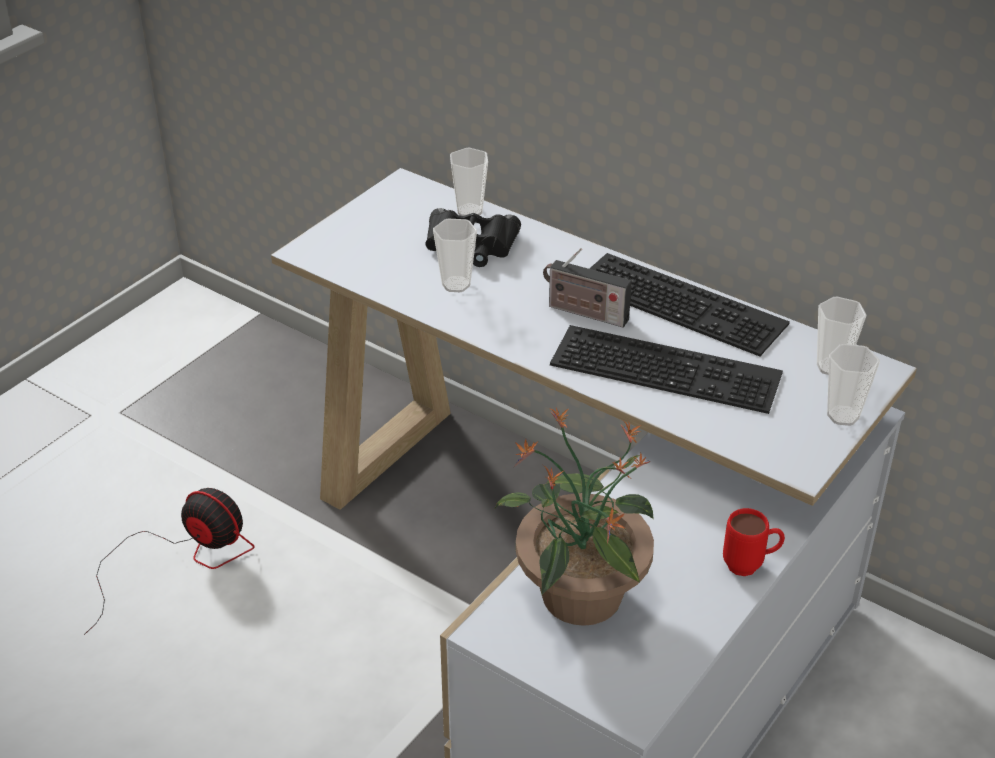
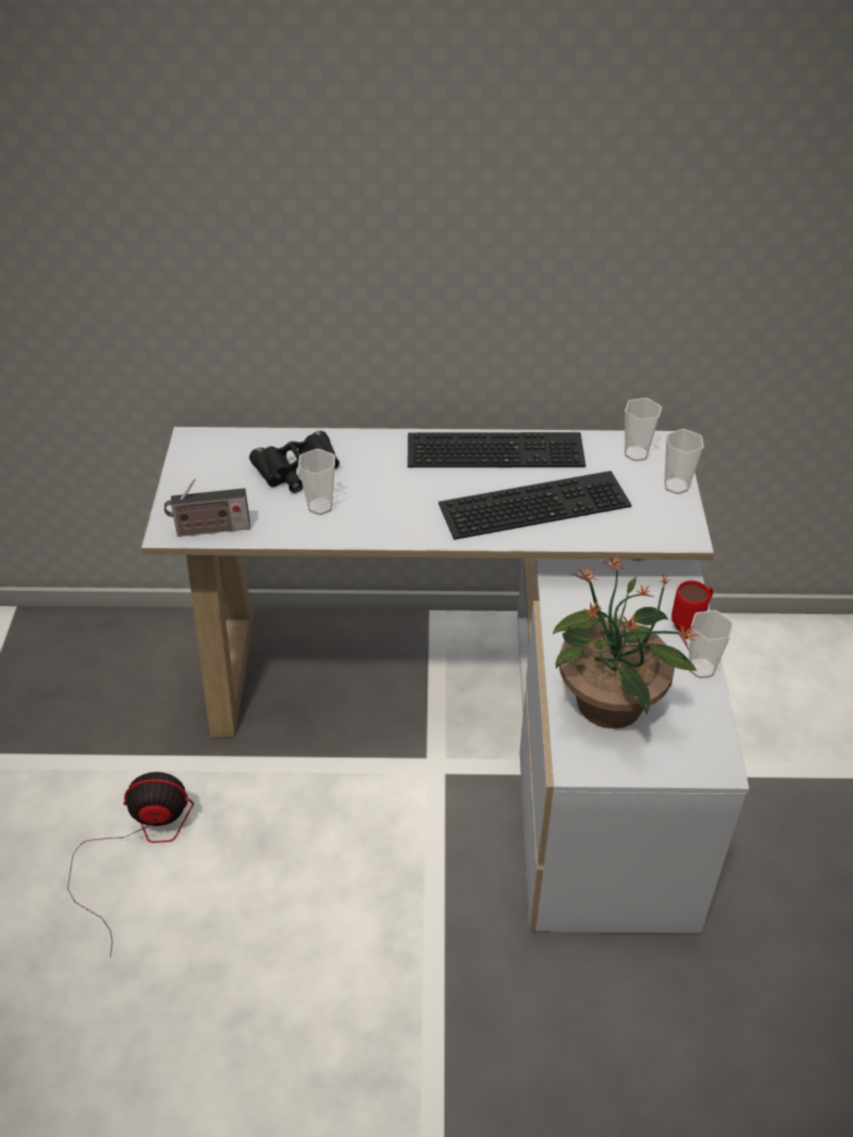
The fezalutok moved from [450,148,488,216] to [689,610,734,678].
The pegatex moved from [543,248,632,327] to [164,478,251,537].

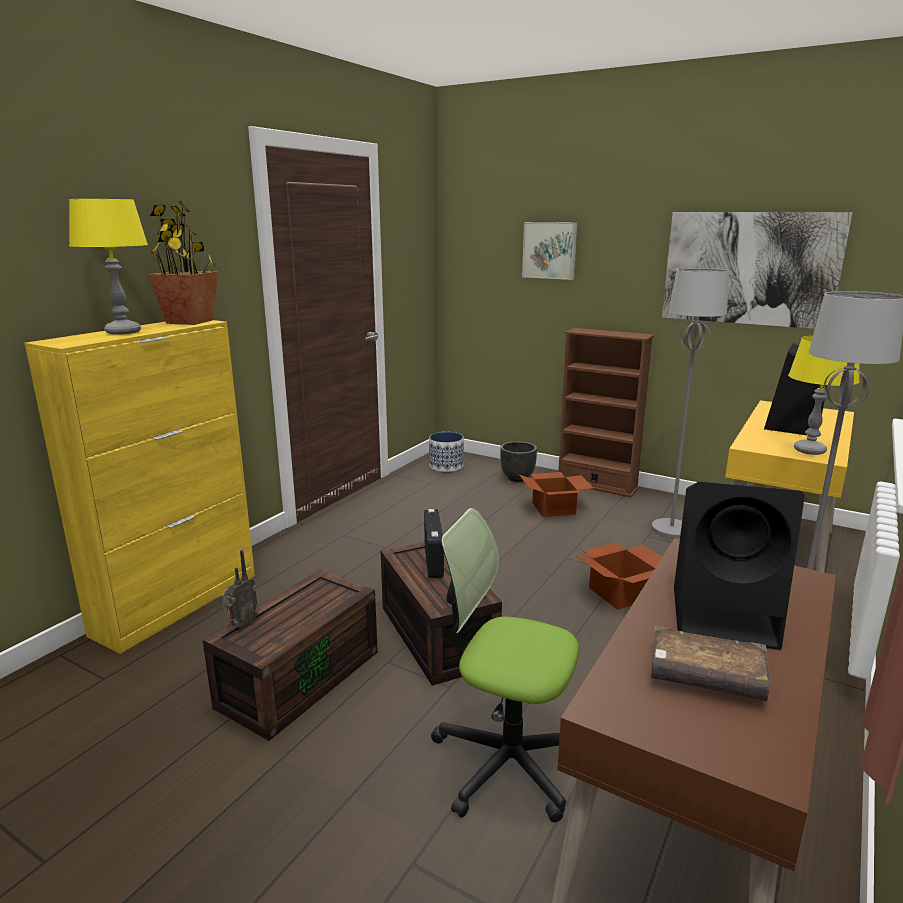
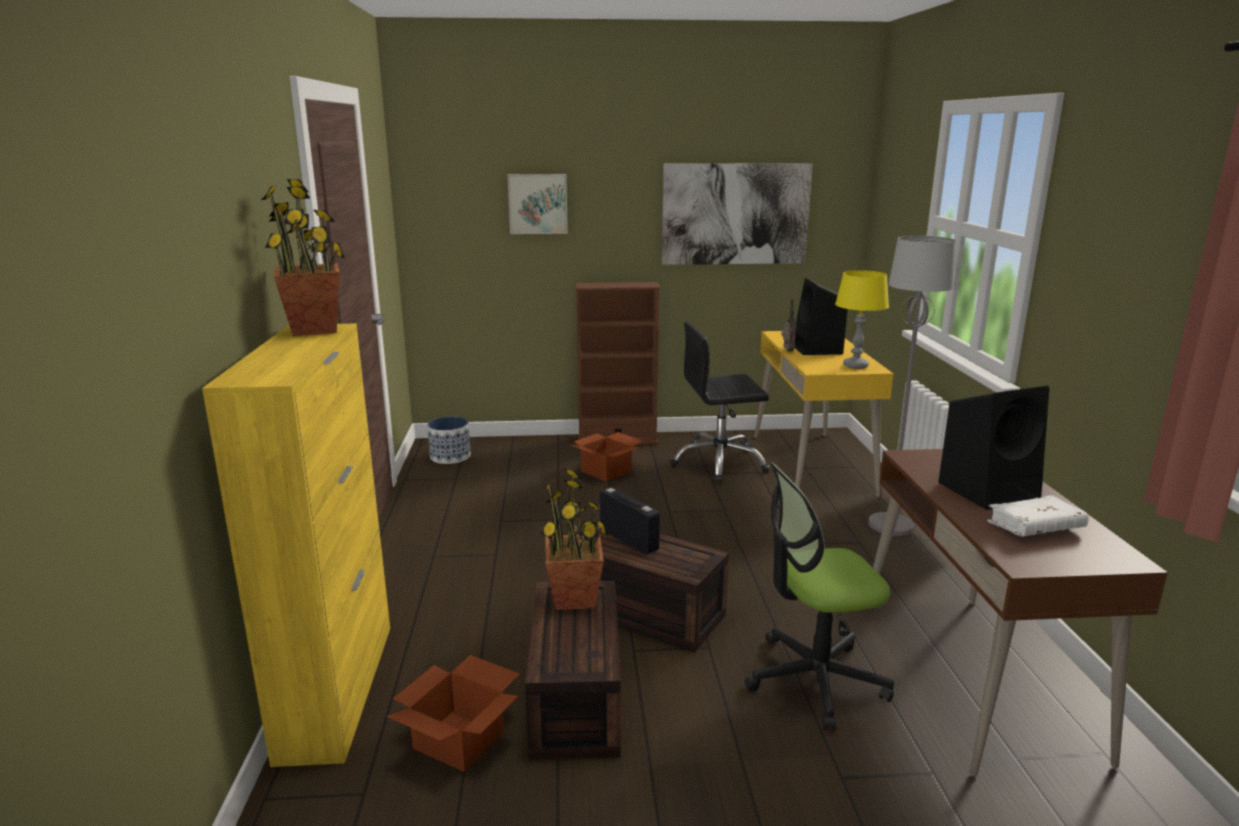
The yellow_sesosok at [69,199,148,335] disappeared.
The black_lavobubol at [500,441,537,482] disappeared.
The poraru at [540,468,608,610] appeared.
The pegatex moved from [222,550,258,628] to [781,299,796,352].
The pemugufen moved from [577,542,662,610] to [386,655,520,772].
The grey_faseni at [652,268,729,539] was replaced by the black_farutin at [670,322,770,483].
The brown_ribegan at [650,626,771,701] became the white_ribegan at [987,495,1089,537].

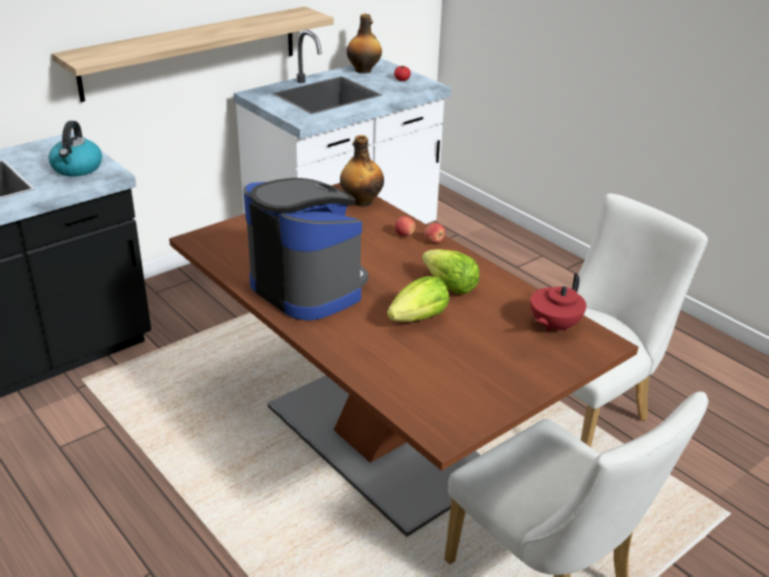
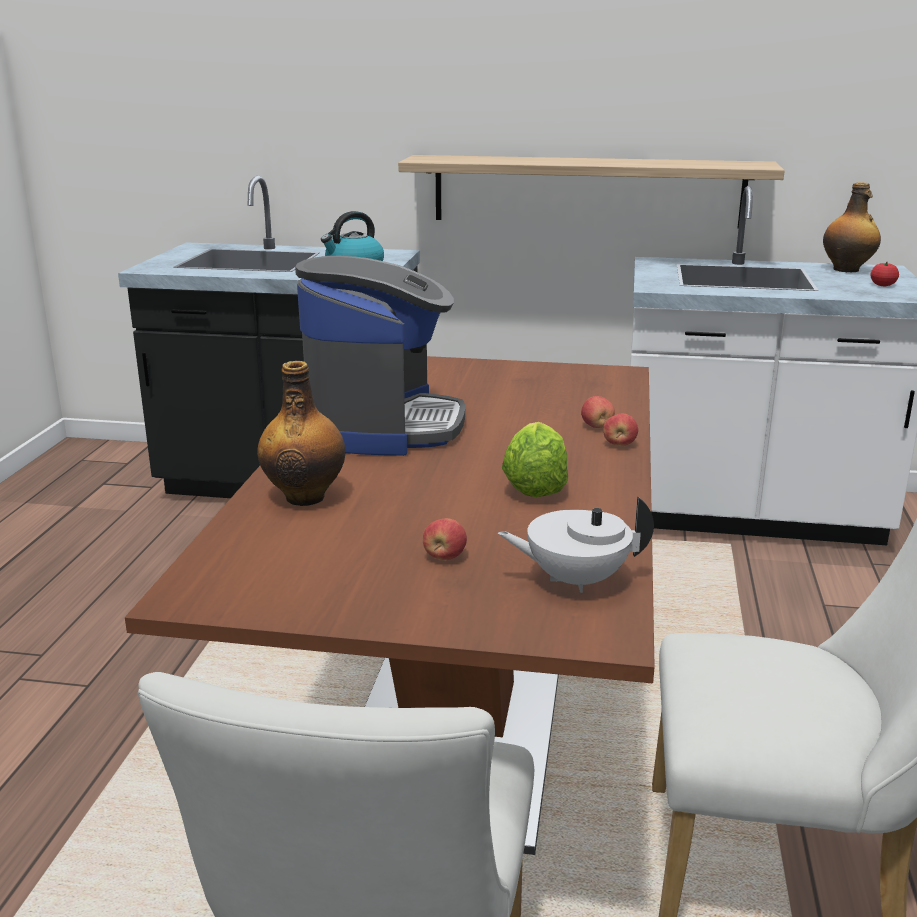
The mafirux at [387,276,449,322] disappeared.
The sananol at [423,518,467,560] appeared.
The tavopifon moved from [340,135,384,206] to [257,361,345,506].
The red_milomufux at [530,273,586,332] became the white_milomufux at [498,496,654,593].

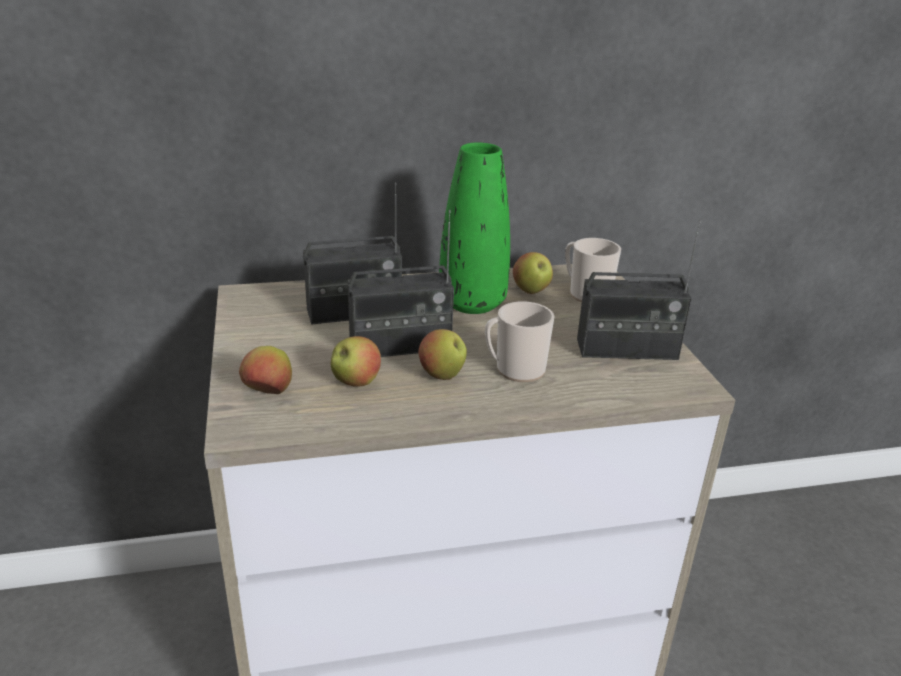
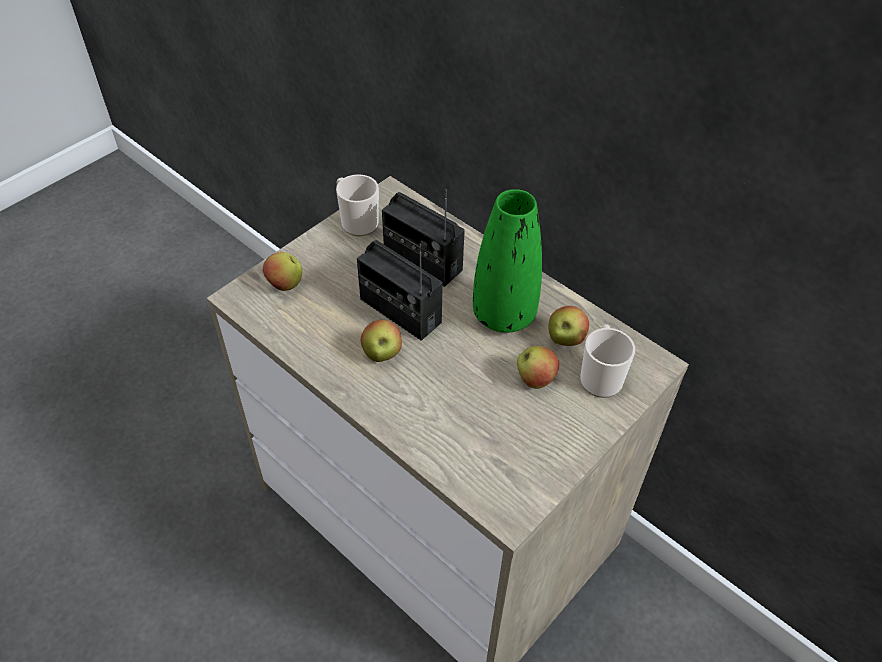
The pegatex at [577,220,701,360] disappeared.
The sananol moved from [331,336,381,387] to [517,346,559,389].
The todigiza moved from [485,301,554,382] to [336,174,379,237].

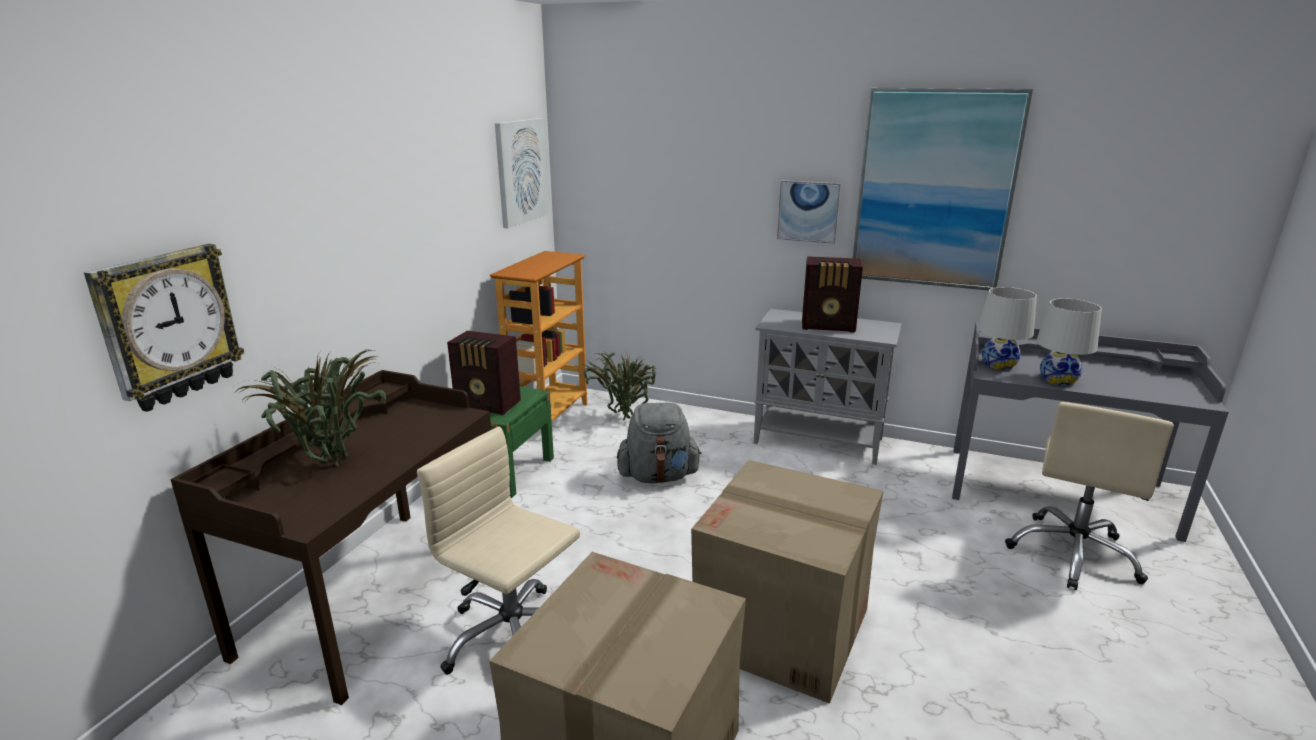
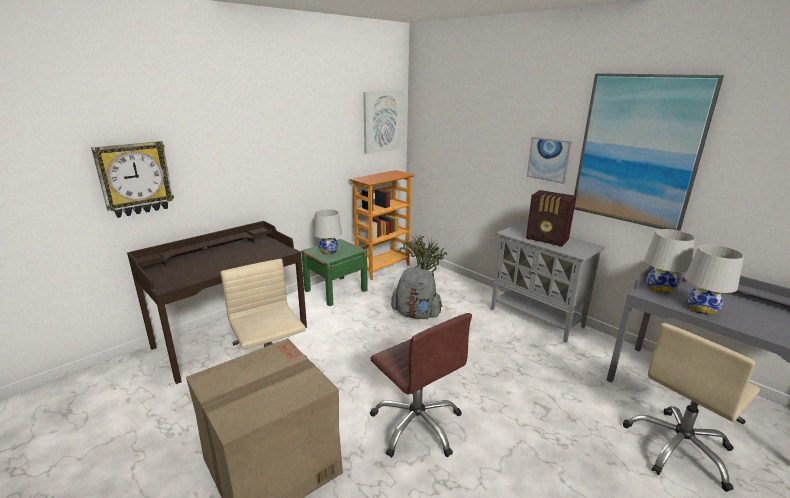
The poraru at [236,349,386,467] disappeared.
The pegatex at [447,331,521,415] was replaced by the white_sesosok at [314,209,342,255].
The pemugufen at [691,460,883,704] was replaced by the brown_farutin at [370,313,472,458].

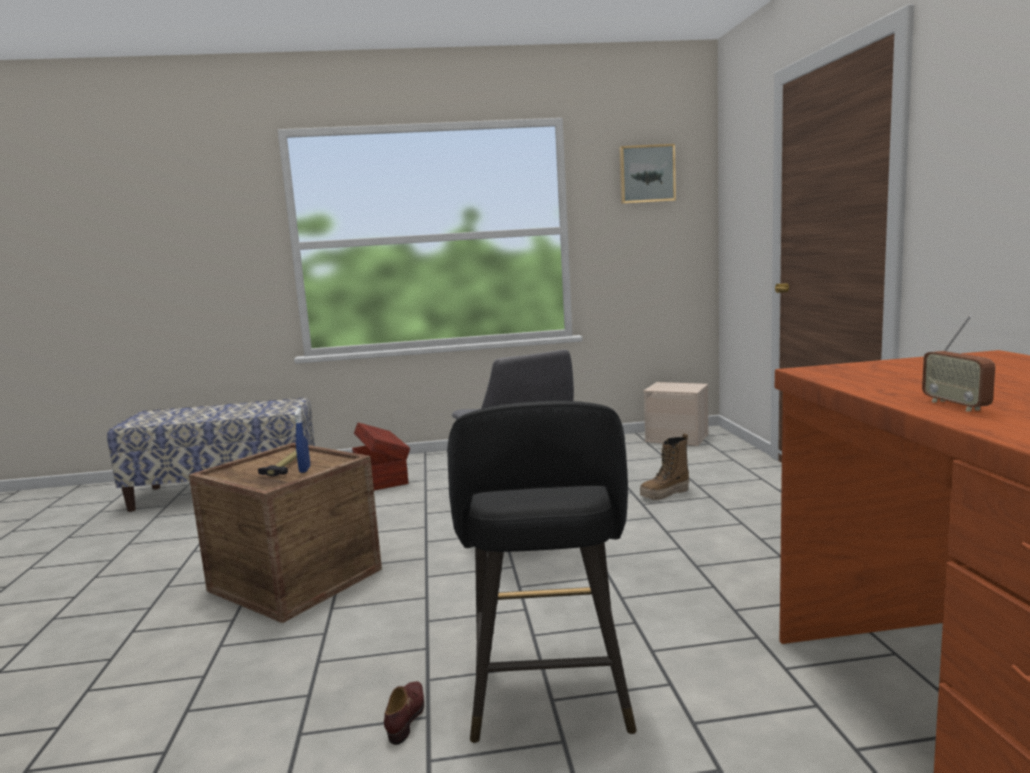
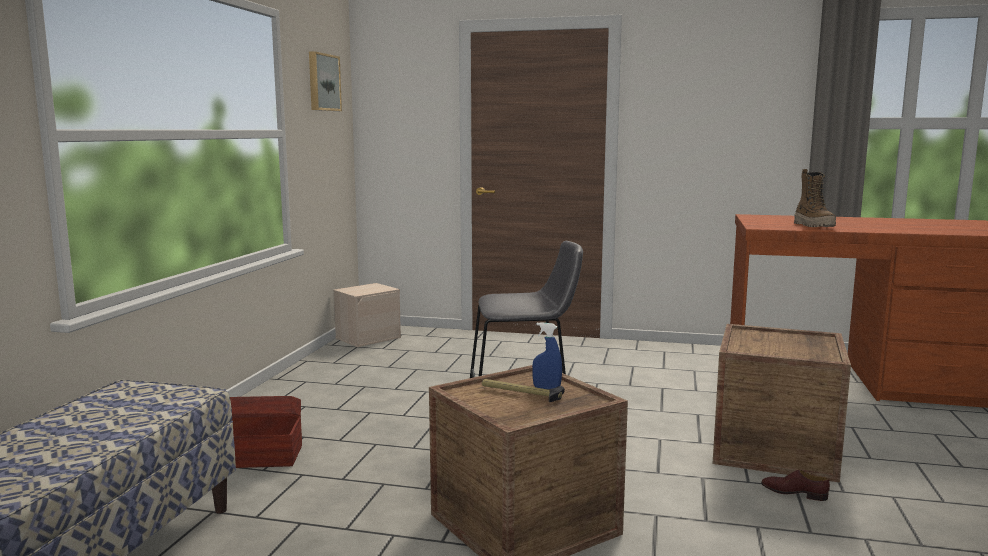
The pegatex at [922,315,995,412] disappeared.
The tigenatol moved from [640,434,689,500] to [794,169,836,227].
The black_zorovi at [447,401,637,743] was replaced by the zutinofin at [712,324,851,483].

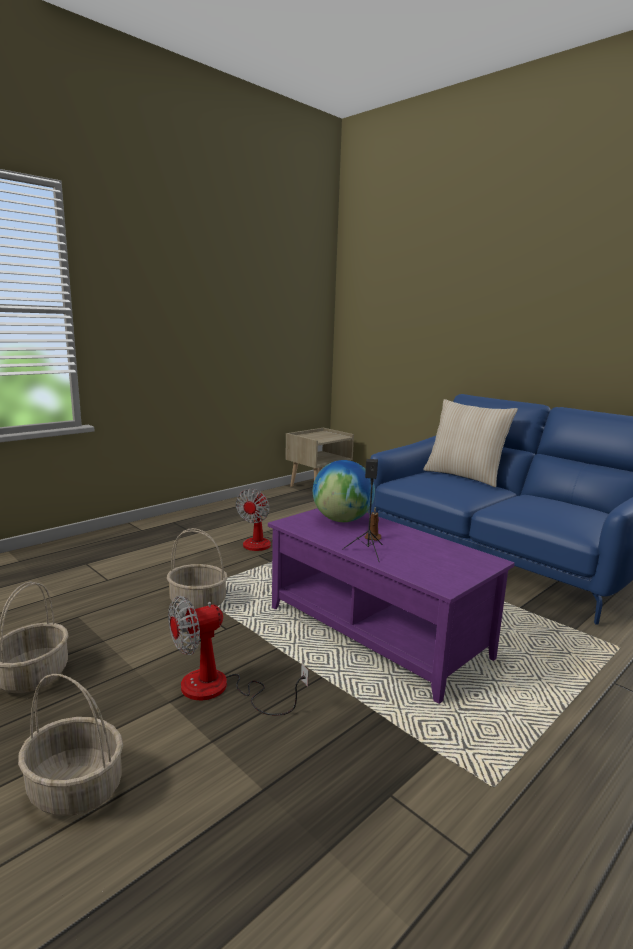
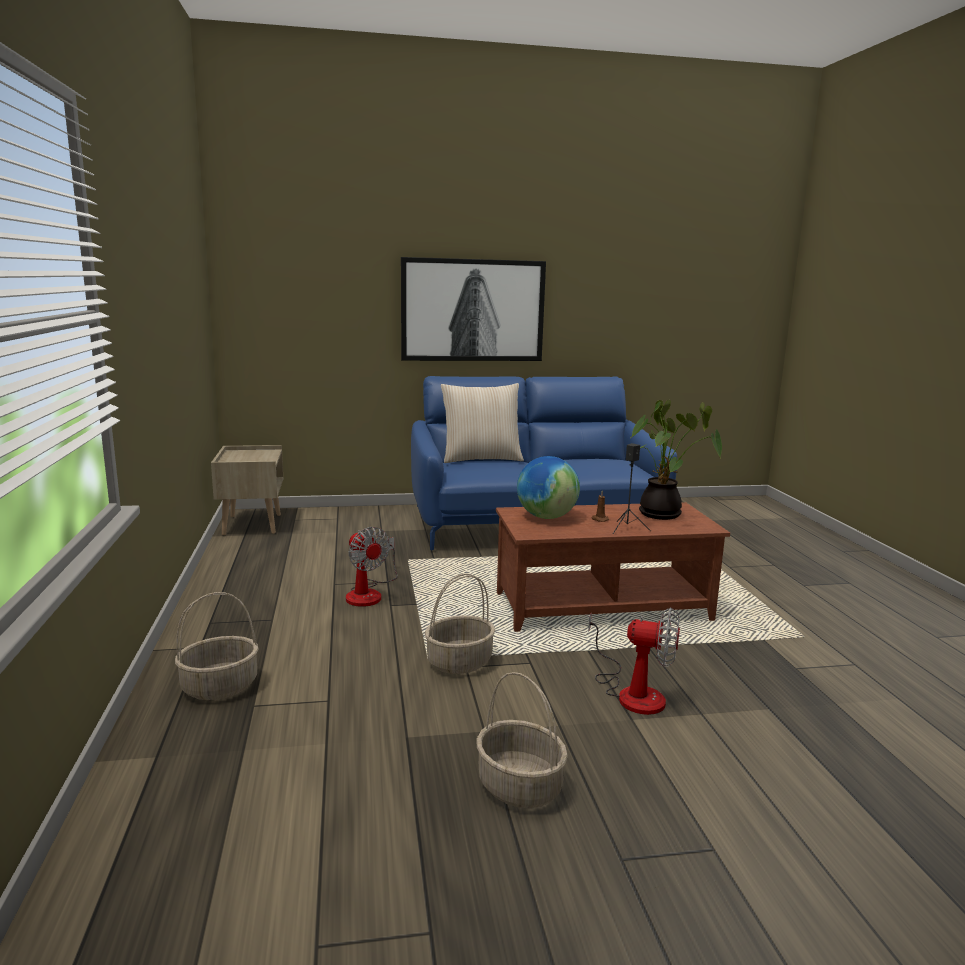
The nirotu at [401,257,546,361] appeared.
The poraru at [631,400,722,520] appeared.
The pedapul moved from [18,674,123,816] to [175,592,259,700].
The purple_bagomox at [268,508,515,704] became the brown_bagomox at [496,502,730,632].
The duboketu at [168,595,309,716] turned 75 degrees counterclockwise.

